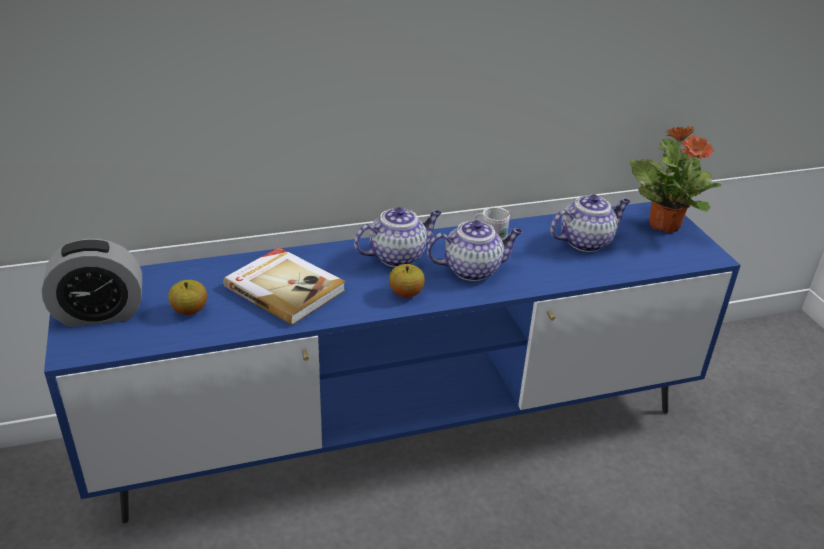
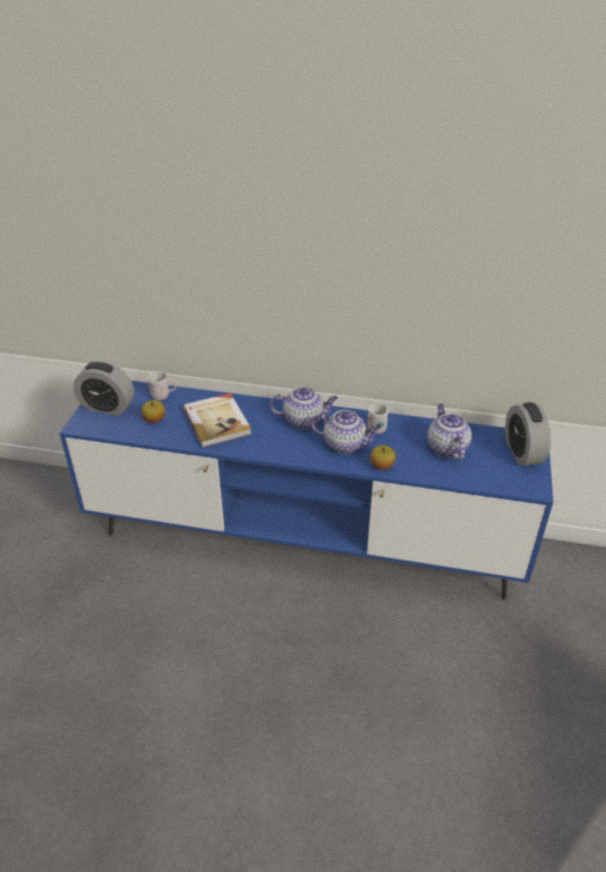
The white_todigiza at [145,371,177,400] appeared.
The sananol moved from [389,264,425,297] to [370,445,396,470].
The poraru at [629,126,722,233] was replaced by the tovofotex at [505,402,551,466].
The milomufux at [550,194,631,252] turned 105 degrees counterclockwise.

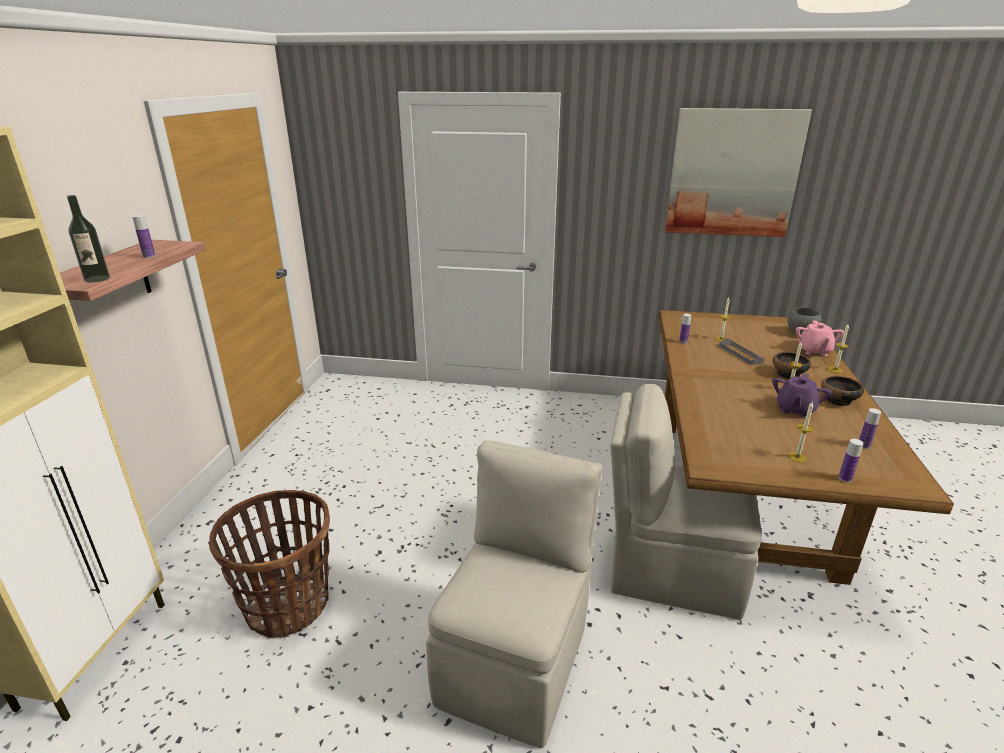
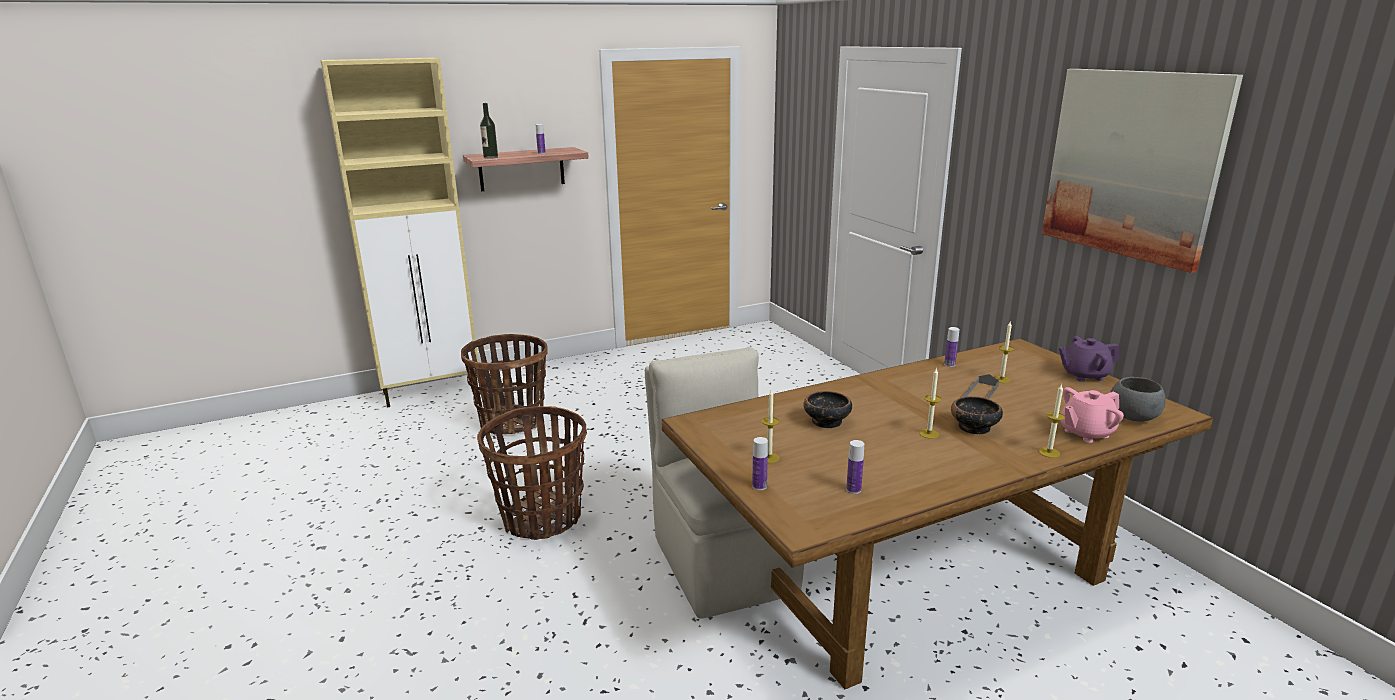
The purple_milomufux moved from [772,373,832,418] to [1059,336,1120,382].
The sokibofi moved from [821,376,864,406] to [803,391,852,428].
The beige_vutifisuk at [426,440,602,748] was replaced by the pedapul at [477,406,587,540].

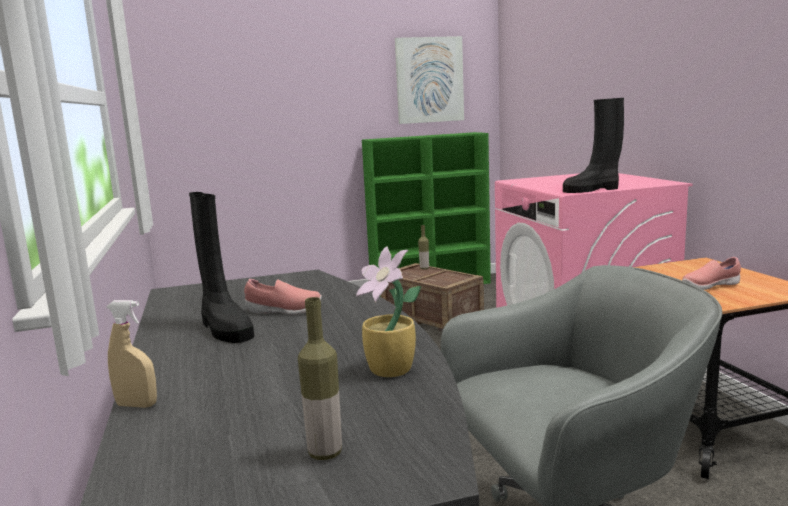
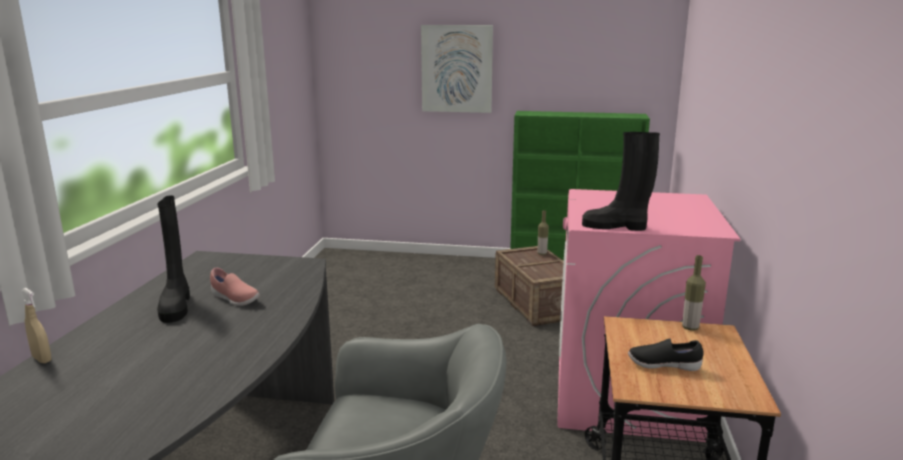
The poraru at [356,246,421,377] disappeared.
The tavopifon moved from [298,297,342,460] to [682,255,706,330].
The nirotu moved from [395,36,464,124] to [421,25,493,113].
The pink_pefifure at [682,257,741,290] became the black_pefifure at [628,339,704,371].

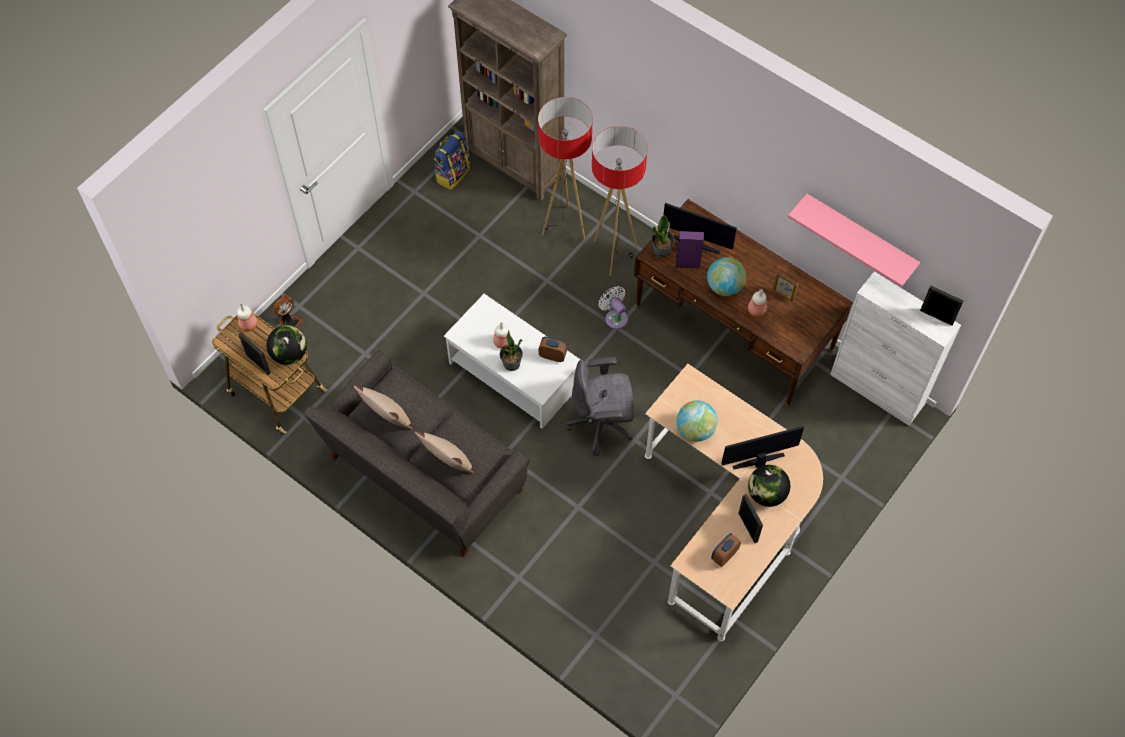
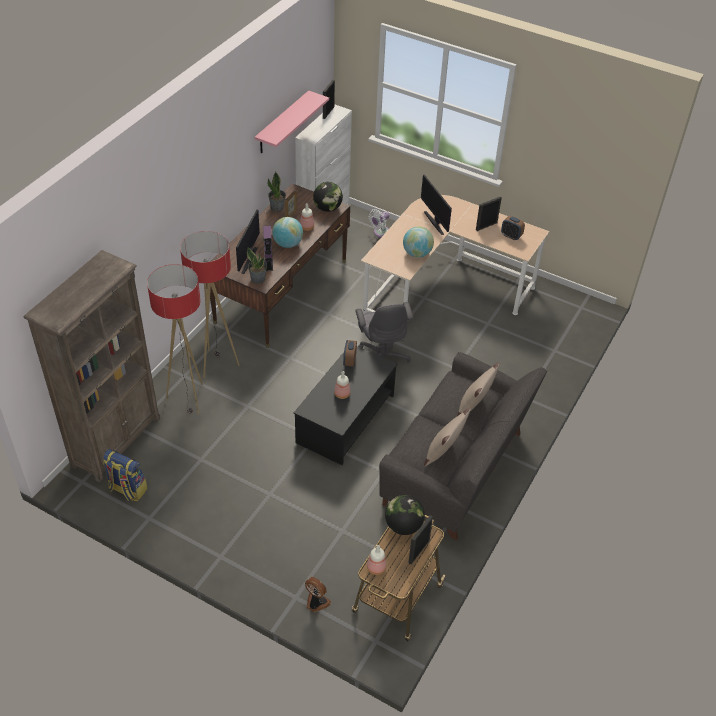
The poraru moved from [500,330,523,371] to [268,172,286,212].
The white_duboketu moved from [598,286,628,329] to [369,209,390,238].
The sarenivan moved from [748,465,790,507] to [313,182,343,212].
The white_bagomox at [444,294,581,429] became the black_bagomox at [294,346,397,465].

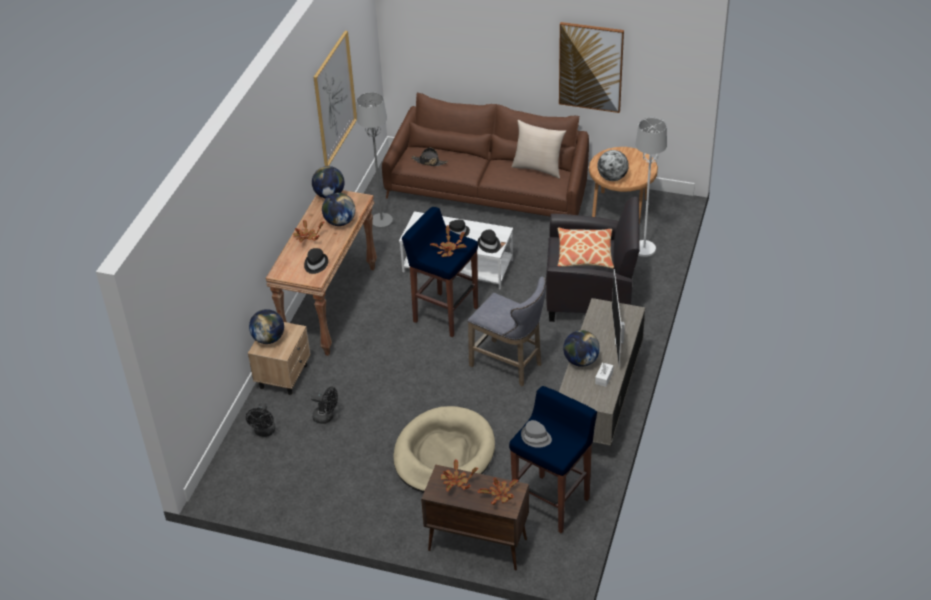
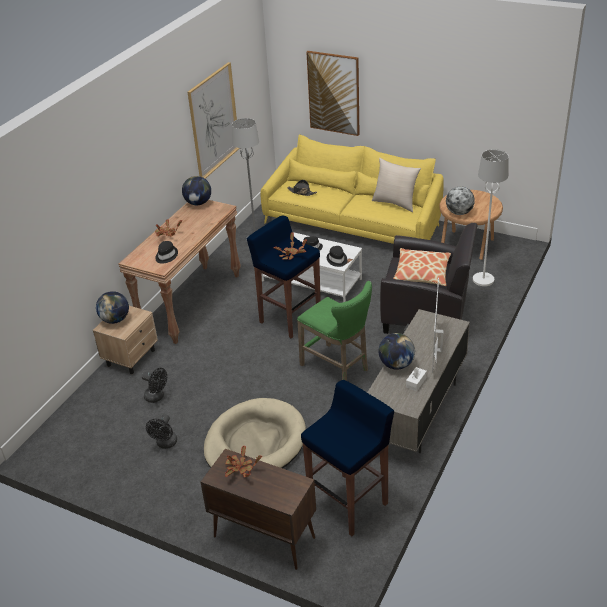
The sarenivan at [322,193,355,226] disappeared.
The poraru at [477,478,518,505] disappeared.
The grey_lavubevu at [521,420,552,448] disappeared.
The black_duboketu moved from [246,403,276,437] to [146,414,177,449].
The nirotu moved from [559,22,624,113] to [306,51,360,136].
The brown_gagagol at [382,93,589,217] became the yellow_gagagol at [261,135,444,244].
The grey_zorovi at [468,277,546,387] became the green_zorovi at [297,281,372,381].

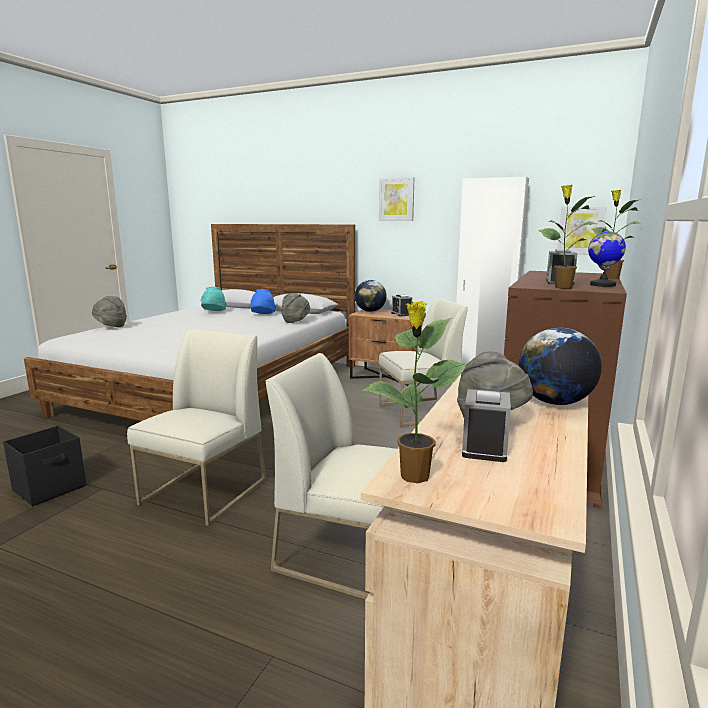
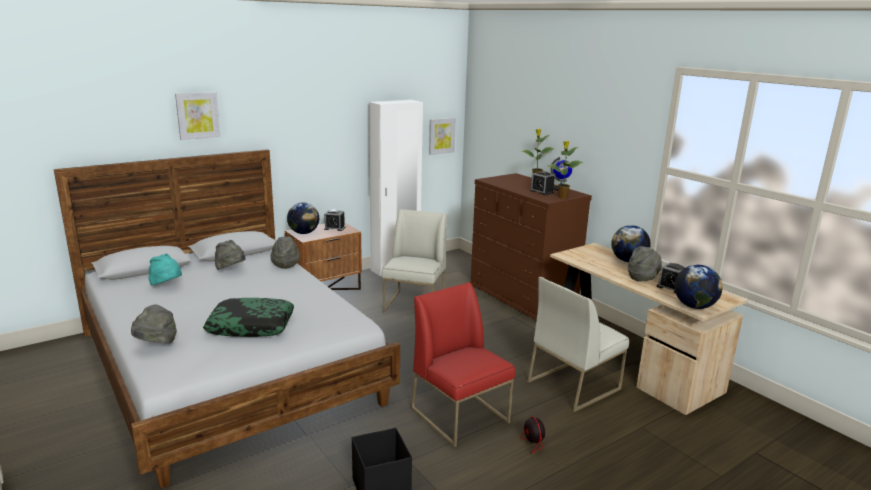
The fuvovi at [203,298,294,337] appeared.
The duboketu at [521,417,590,466] appeared.
The nirotu moved from [379,177,414,221] to [175,92,220,140].
The poraru at [362,301,467,483] was replaced by the sarenivan at [674,264,723,309].
The white_vutifisuk at [127,329,266,526] became the red_vutifisuk at [411,282,515,447].
The blue_lavubevu at [251,289,276,314] became the grey_lavubevu at [215,240,245,270].

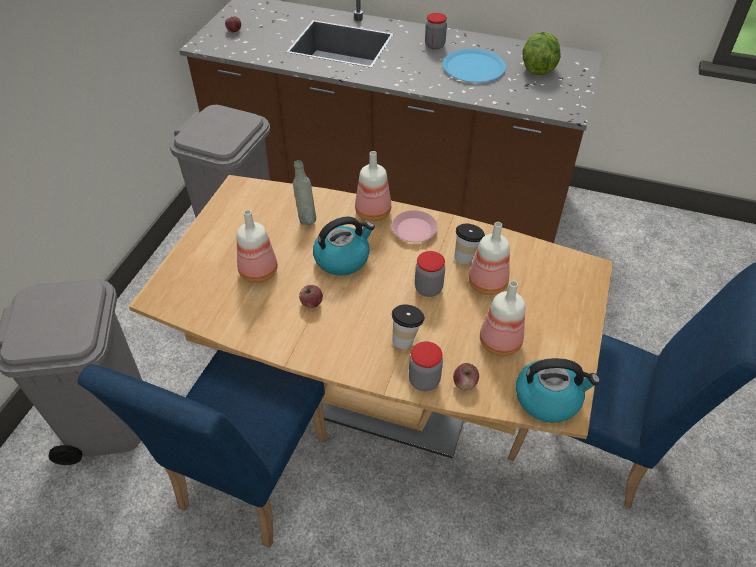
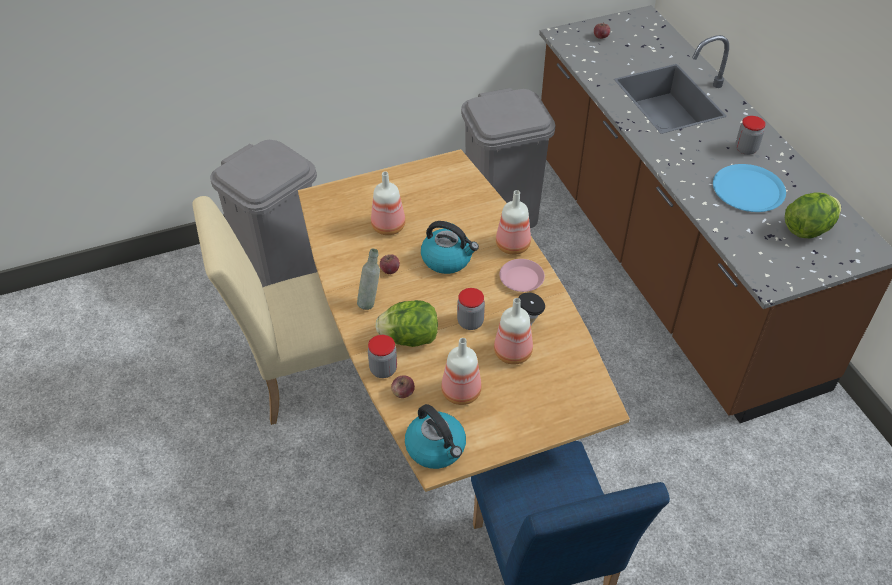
The grey_tavopifon moved from [293,160,316,225] to [357,248,380,310].
The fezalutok at [392,304,424,349] was replaced by the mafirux at [375,300,438,347].
The blue_vutifisuk at [77,350,327,548] became the beige_vutifisuk at [192,196,350,425].

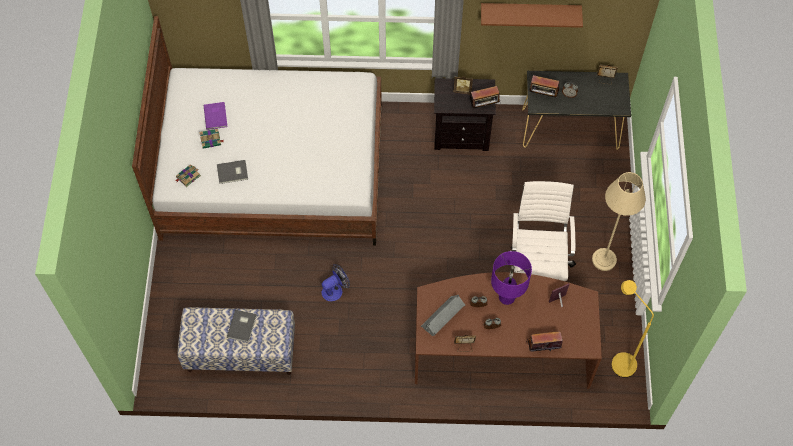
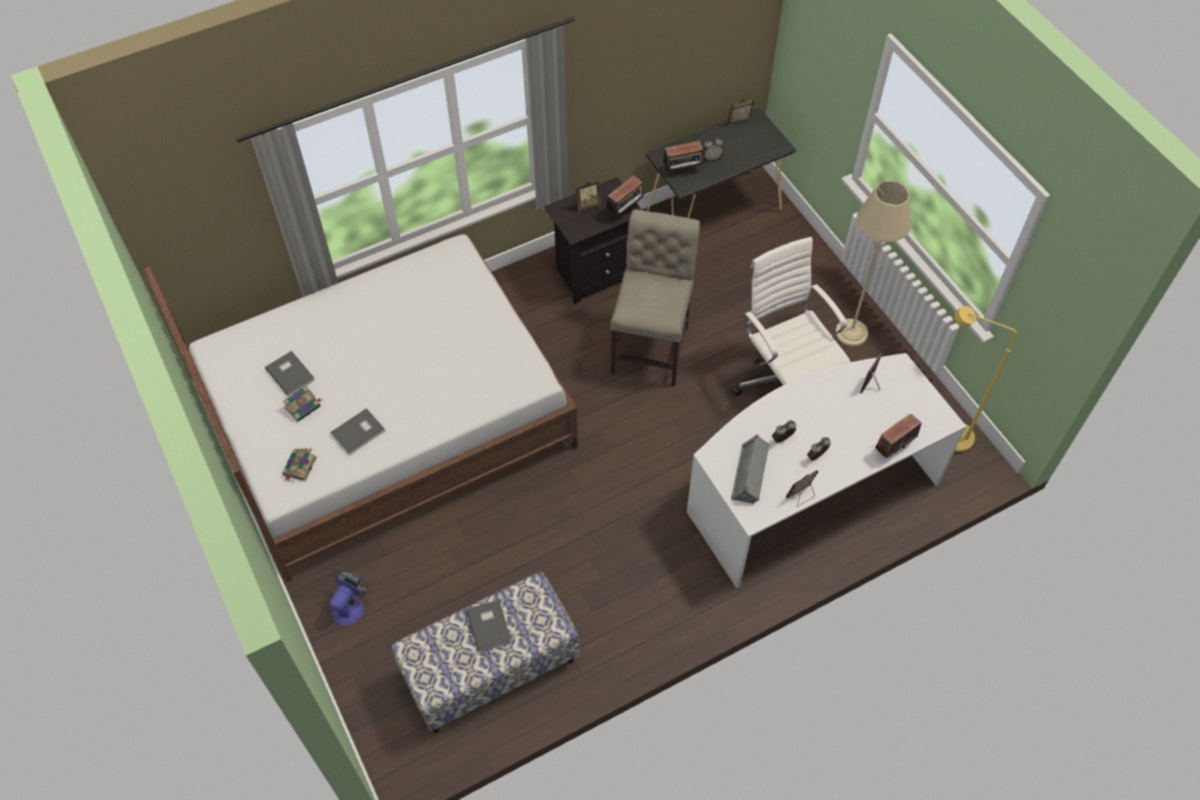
The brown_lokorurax at [481,3,583,28] disappeared.
The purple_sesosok at [491,251,532,305] disappeared.
The beige_vutifisuk at [610,209,700,386] appeared.
The duboketu moved from [322,264,350,301] to [330,568,371,626].
The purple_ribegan at [204,102,228,130] became the grey_ribegan at [265,351,315,396].
The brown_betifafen at [415,272,602,389] became the white_betifafen at [687,353,967,588].

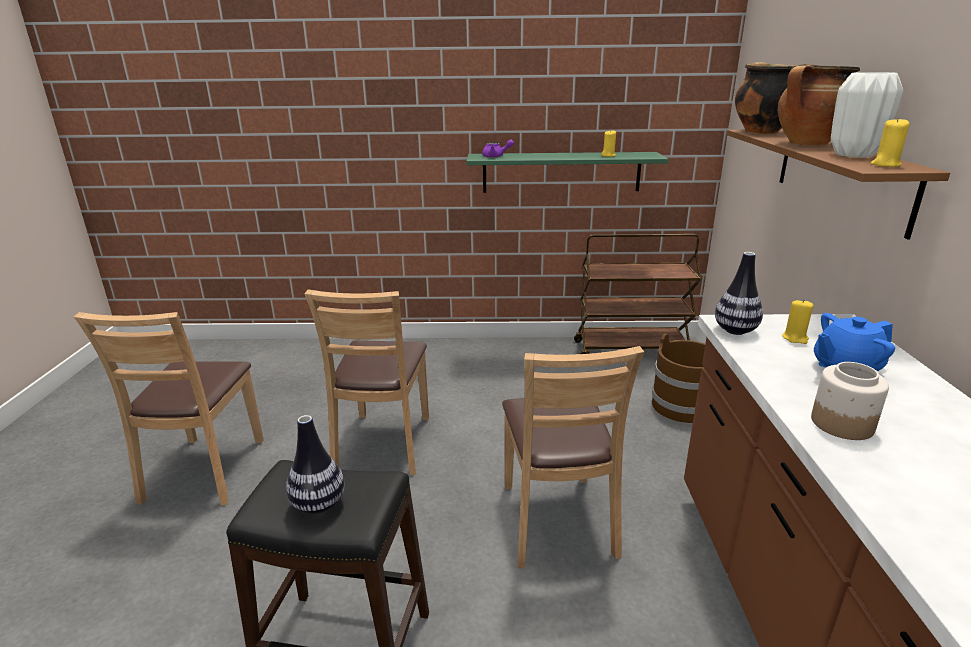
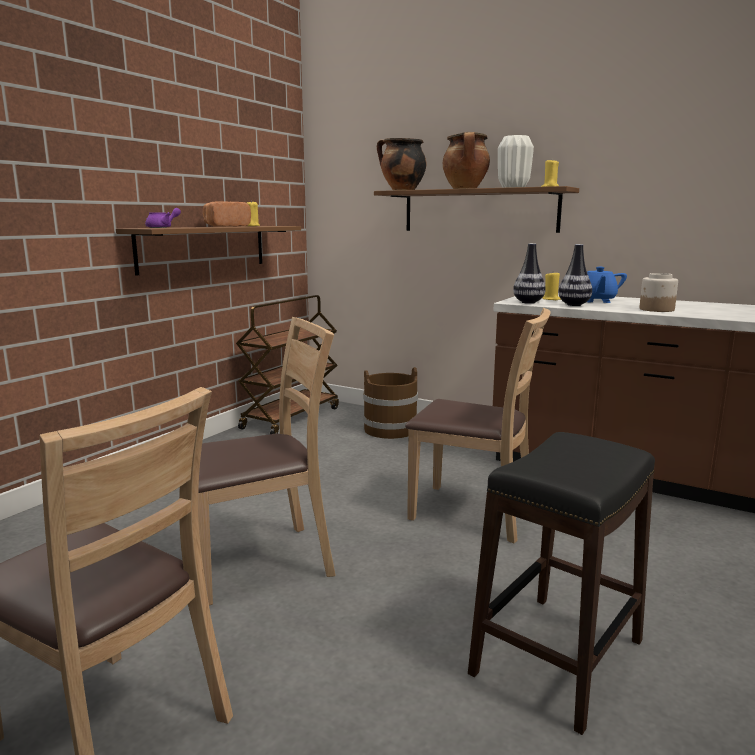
The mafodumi at [203,201,251,227] appeared.
The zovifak moved from [286,415,345,514] to [559,244,592,306].
The green_lokorurax at [466,152,669,193] became the brown_lokorurax at [116,226,301,276].
The brown_vutifisuk at [304,290,429,475] turned 60 degrees counterclockwise.

